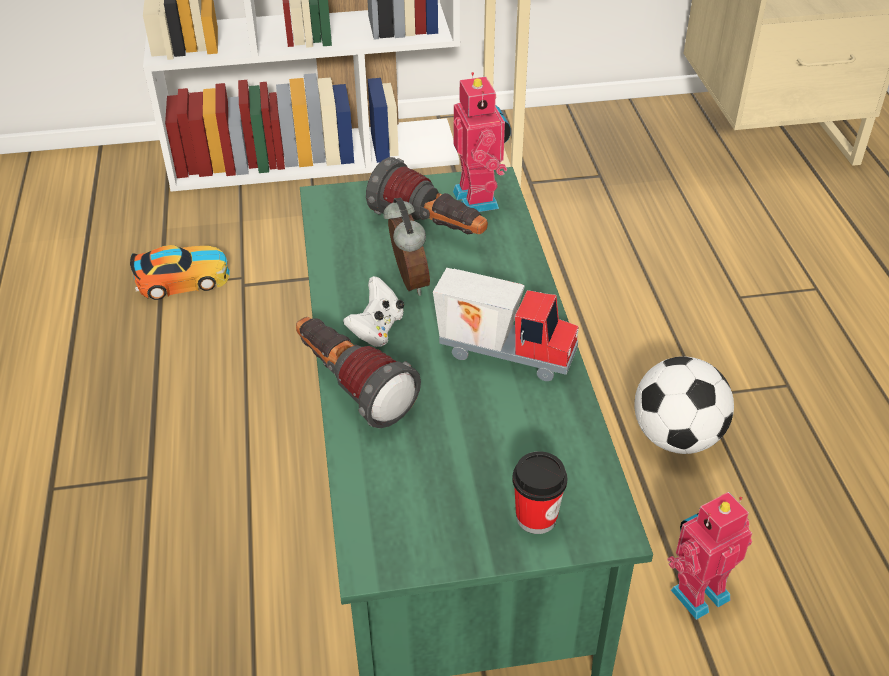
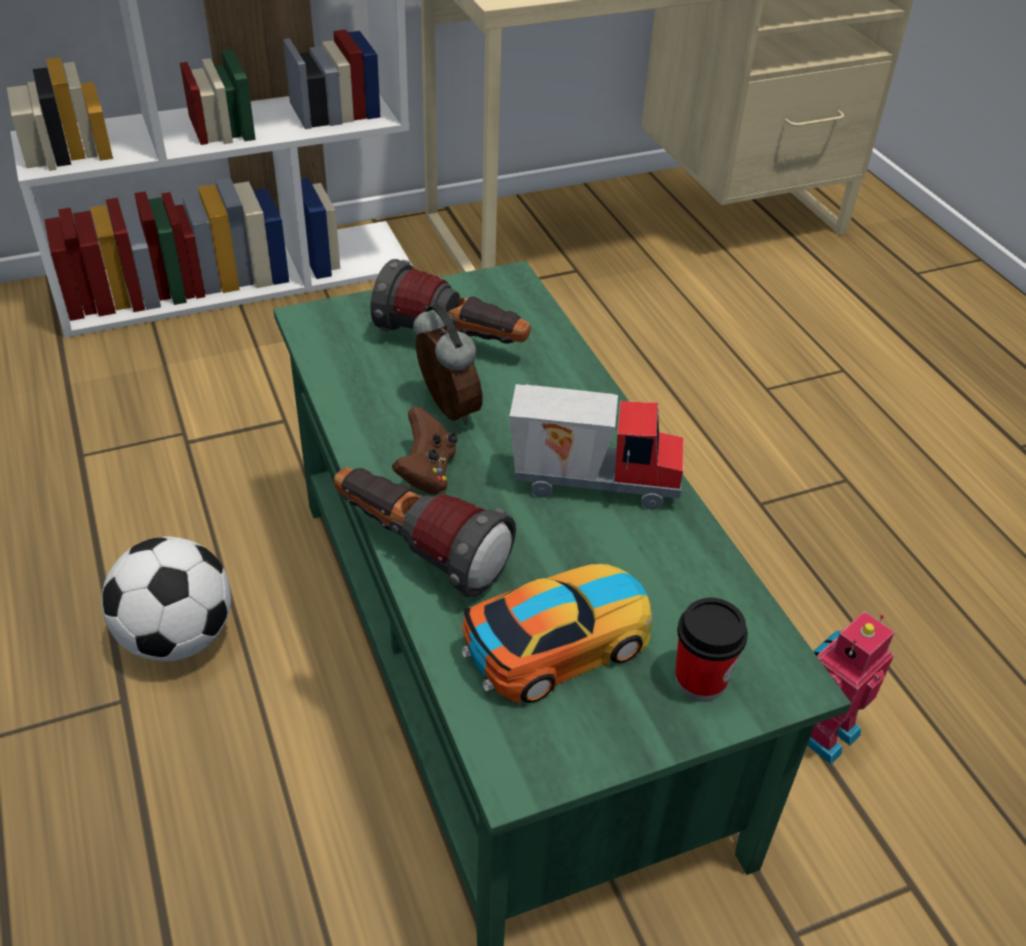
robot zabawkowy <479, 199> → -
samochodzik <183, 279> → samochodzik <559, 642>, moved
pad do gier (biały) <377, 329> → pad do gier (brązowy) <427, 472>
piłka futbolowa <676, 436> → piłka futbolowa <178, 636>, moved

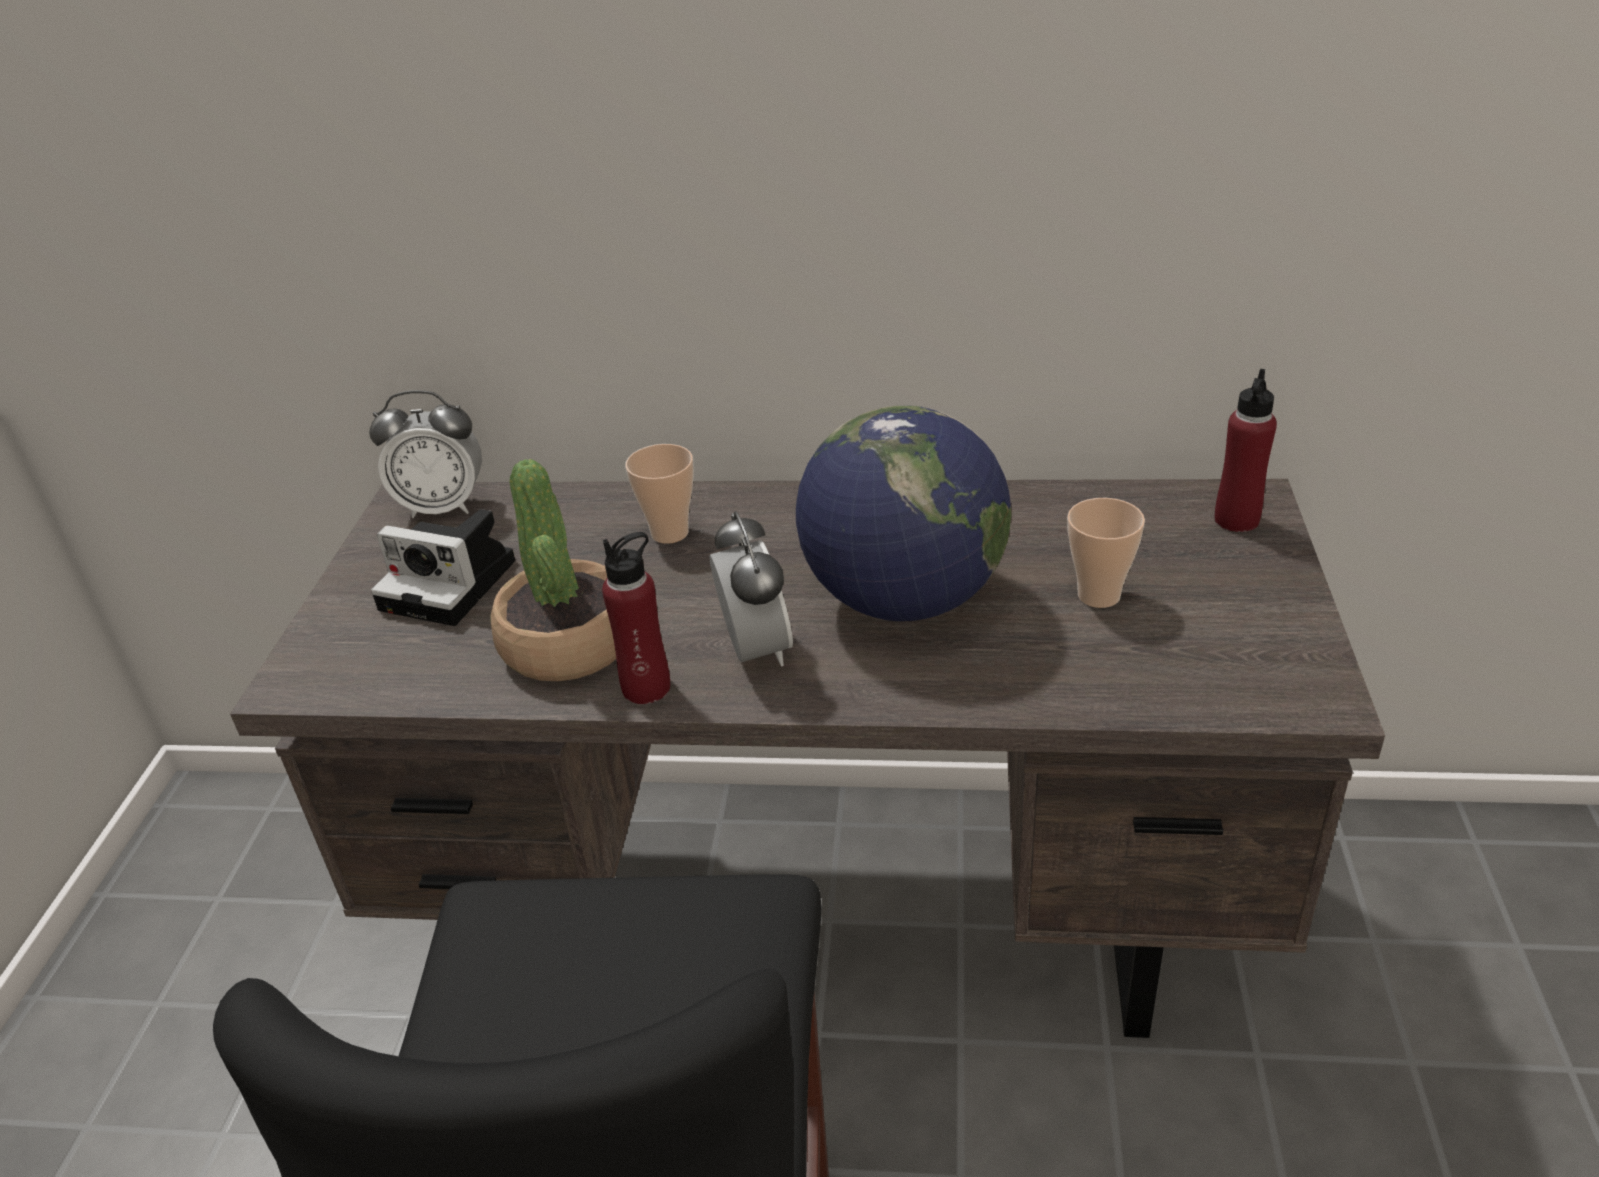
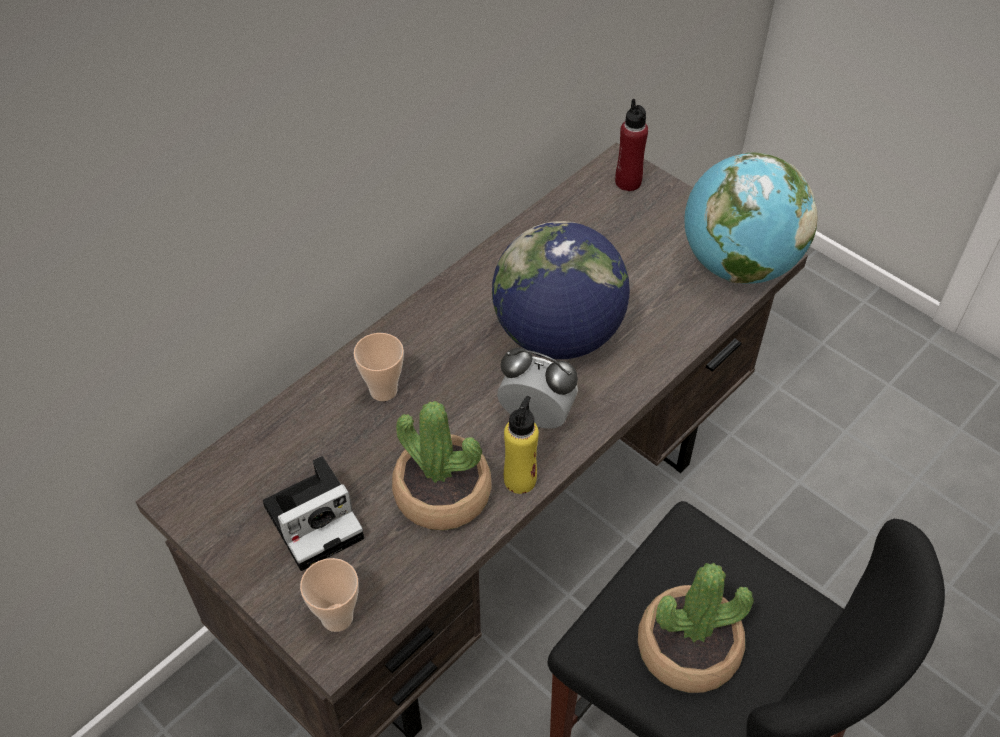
budzik <443, 507> → -
filiżanka <1099, 595> → filiżanka <337, 617>, moved
butelka (czerwony) <646, 688> → butelka (żółty) <520, 480>
- → globus <738, 265>
- → roślina doniczkowa <688, 648>

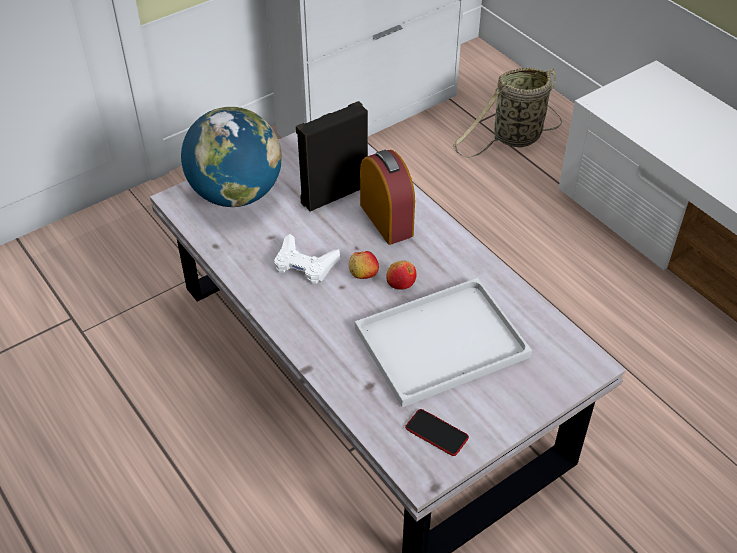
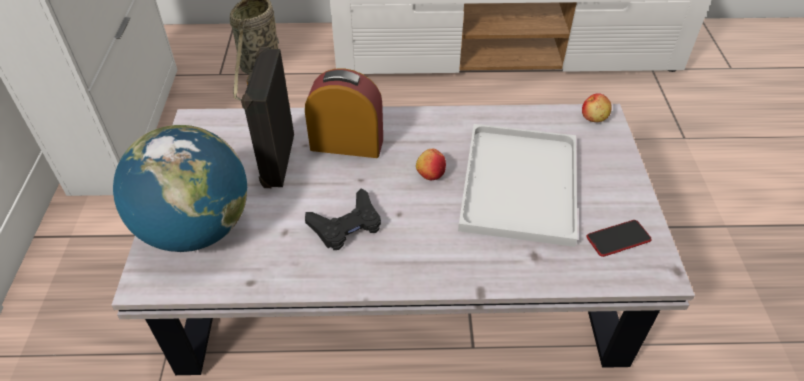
pad do gier (biały) <305, 264> → pad do gier (czarny) <346, 225>
jabłko <363, 274> → jabłko <594, 117>, moved

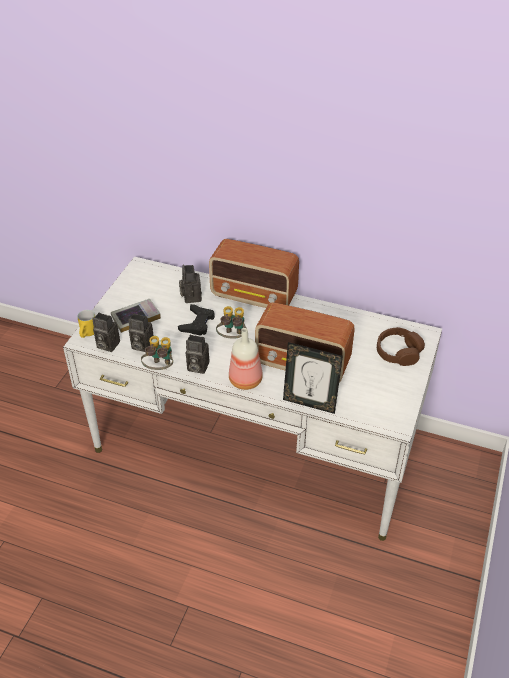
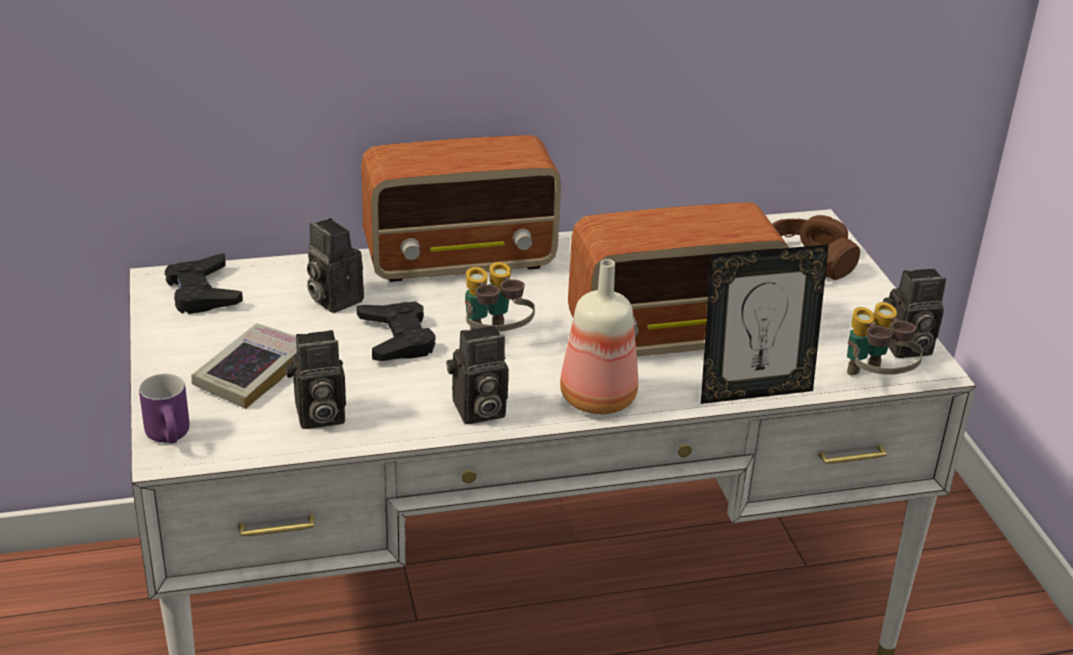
kubek (żółty) <89, 334> → kubek (fioletowy) <172, 437>
aparat fotograficzny <106, 345> → aparat fotograficzny <905, 348>, moved
lornetka <160, 368> → lornetka <874, 381>, moved
- → pad do gier (czarny) <202, 292>

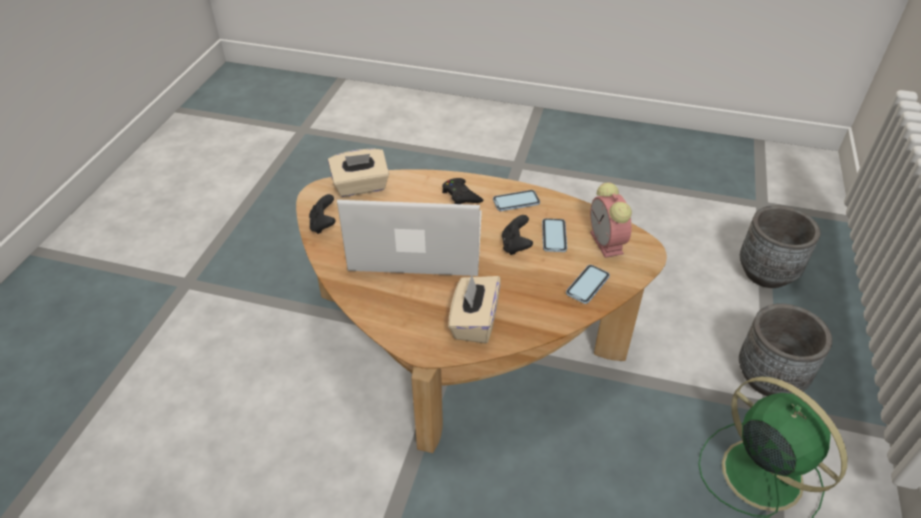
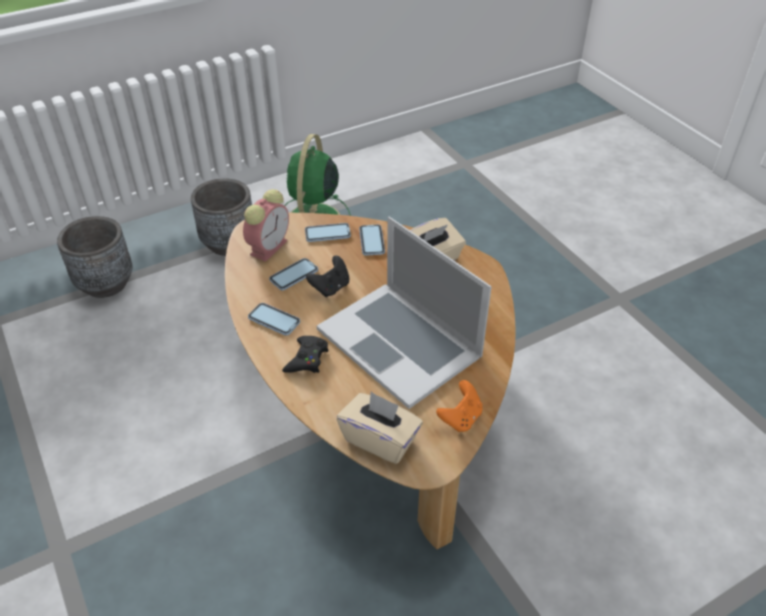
pad do gier (czarny) <323, 225> → pad do gier (pomarańczowy) <460, 418>
- → telefon <372, 241>

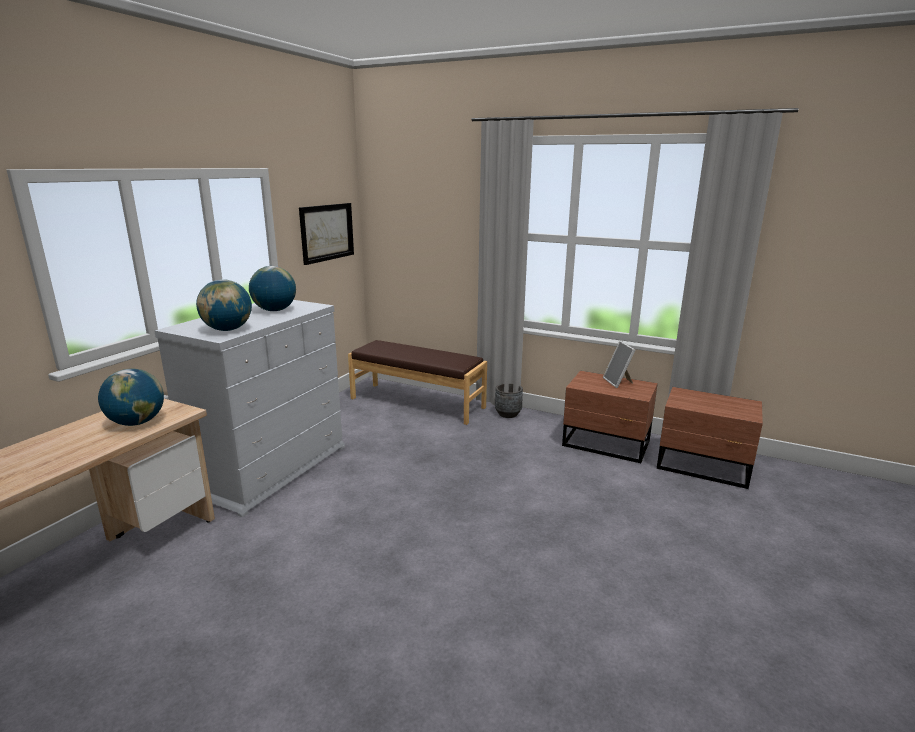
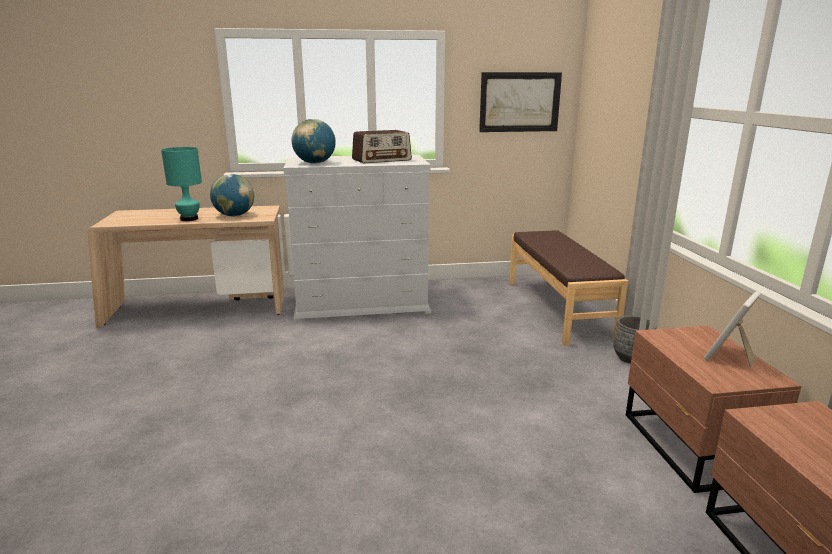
globus <274, 310> → radio <382, 160>
- → lampa stołowa (turkusowy) <189, 219>

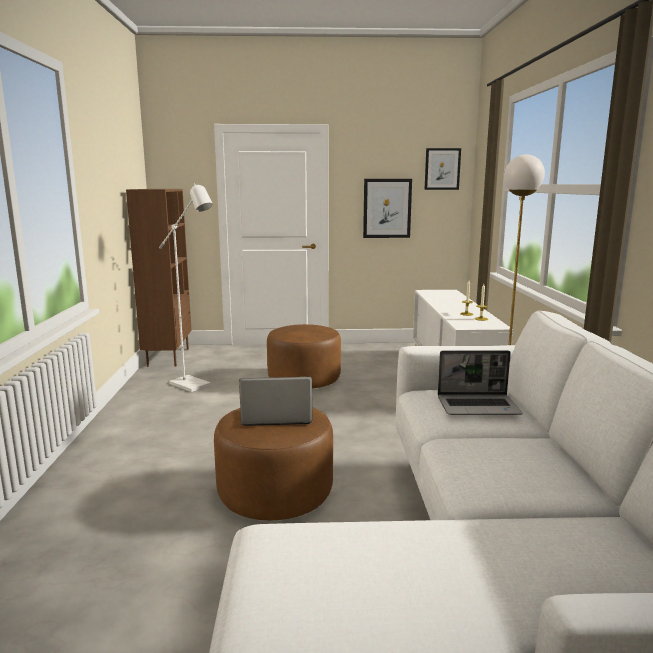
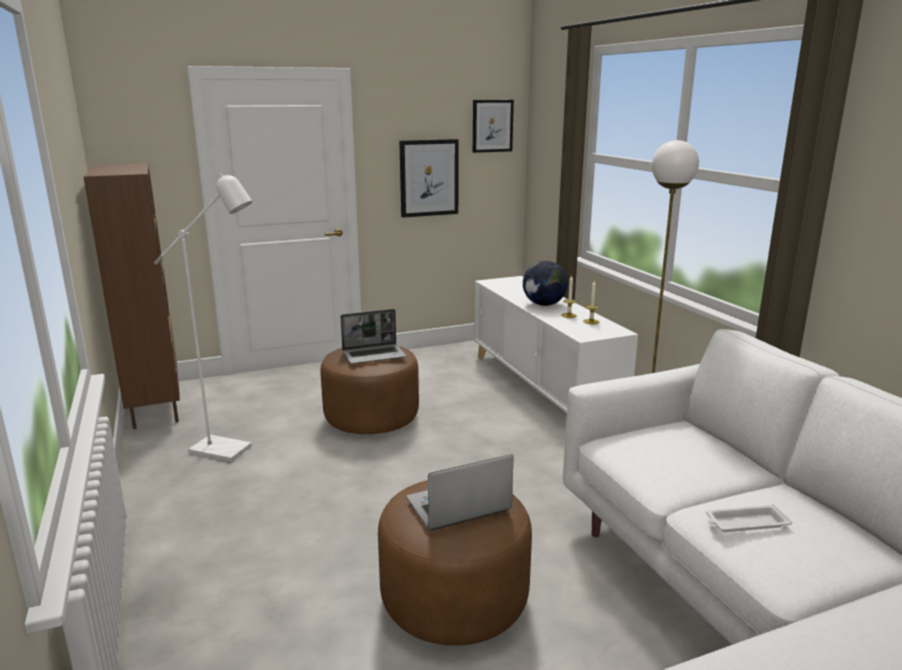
laptop <478, 406> → laptop <374, 355>, moved
- → globus <544, 304>
- → taca (biały) <745, 523>

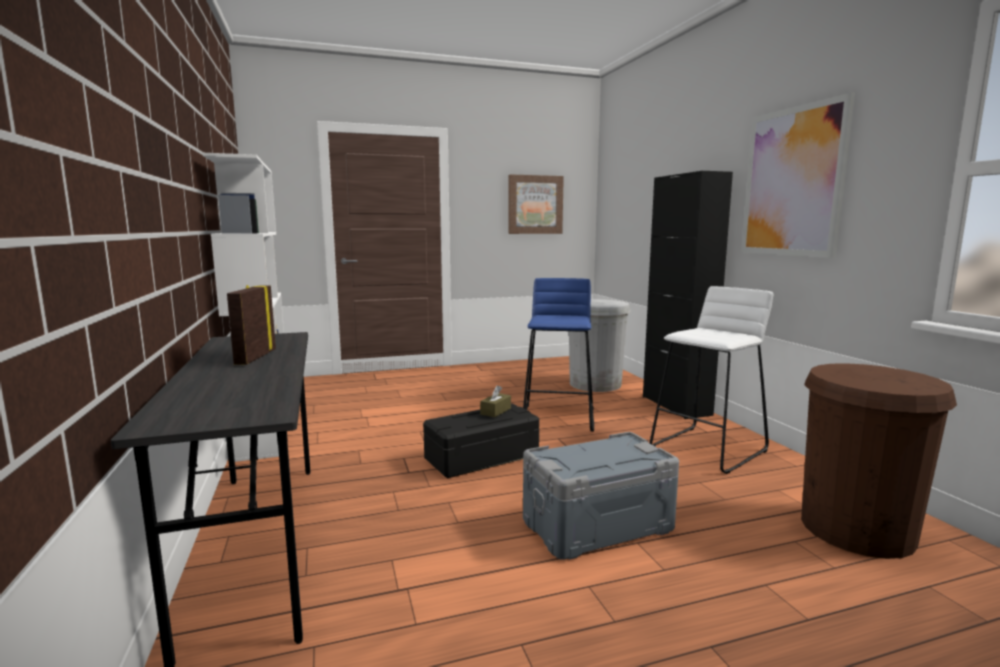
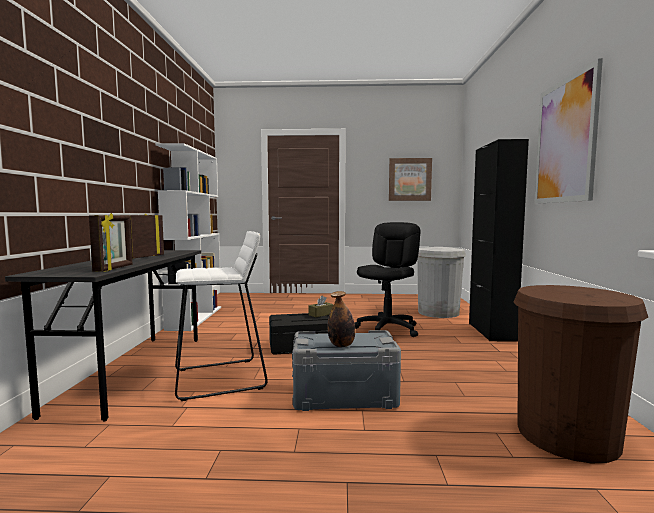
stołek (niebieski) <558, 417> → krzesło biurowe (czarny) <387, 329>
stołek (biały) <709, 449> → stołek (biały) <220, 379>, moved
- → ramka na zdjęcie <114, 268>
- → butelka <341, 345>

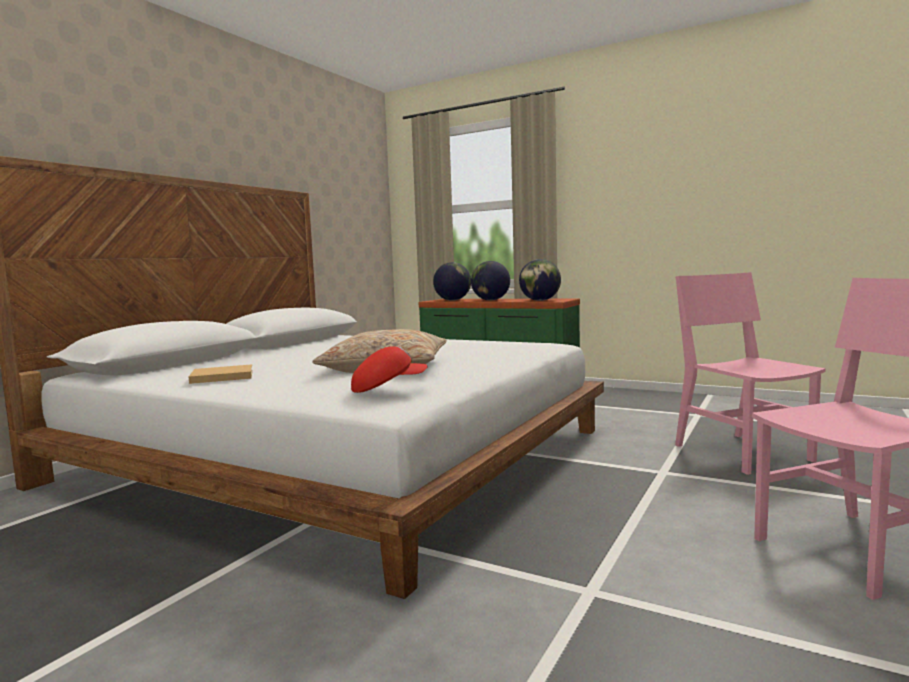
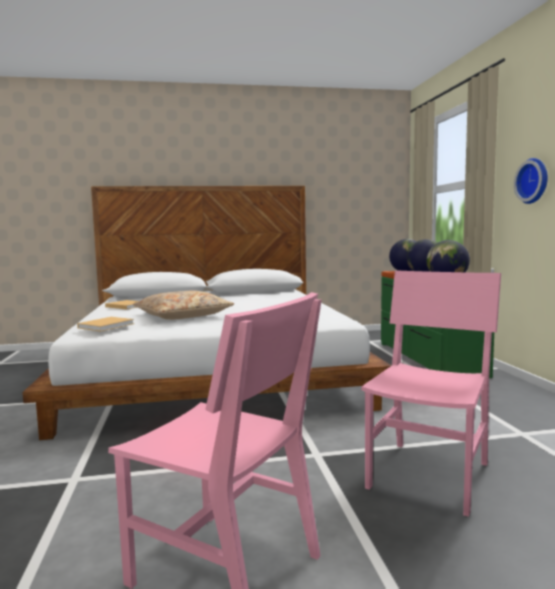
czapka z daszkiem (czerwony) <388, 388> → książka (beżowy) <107, 325>
- → zegar ścienny <534, 181>

